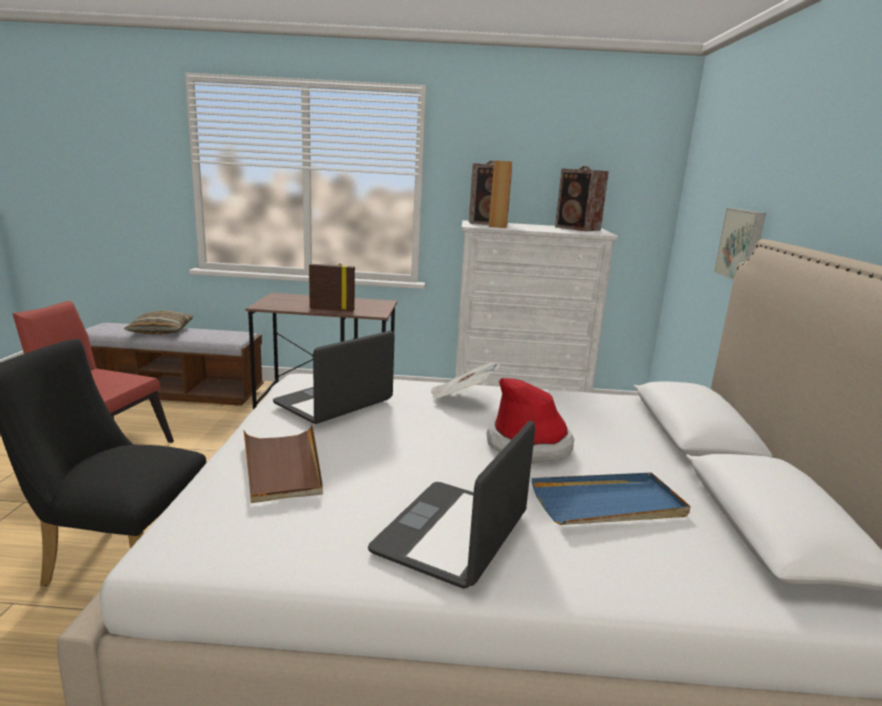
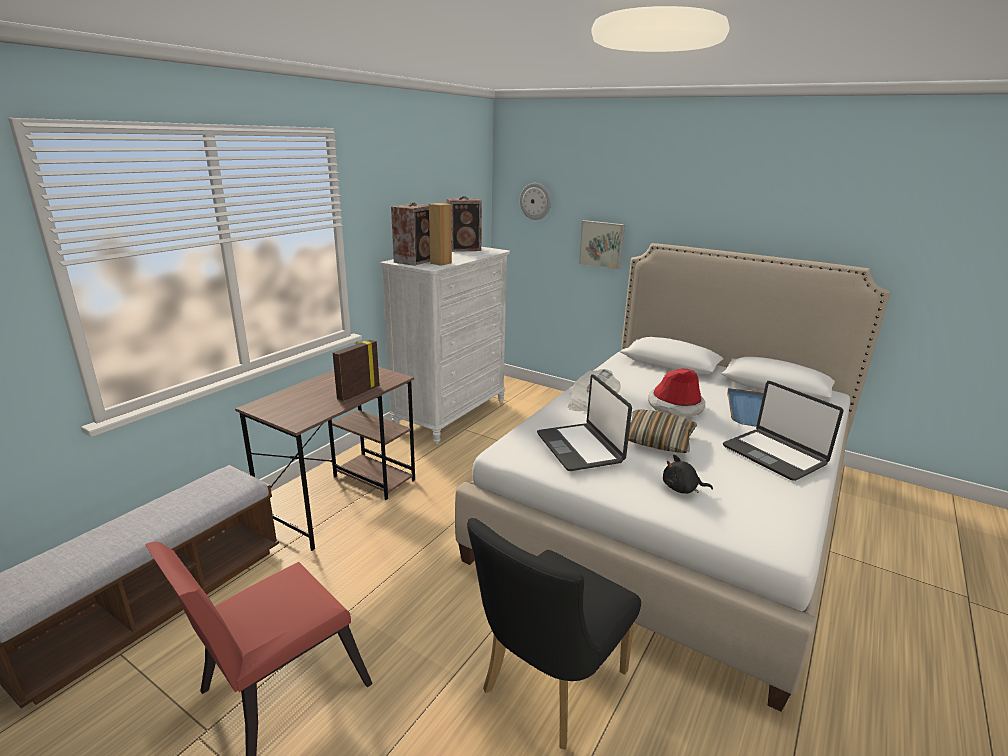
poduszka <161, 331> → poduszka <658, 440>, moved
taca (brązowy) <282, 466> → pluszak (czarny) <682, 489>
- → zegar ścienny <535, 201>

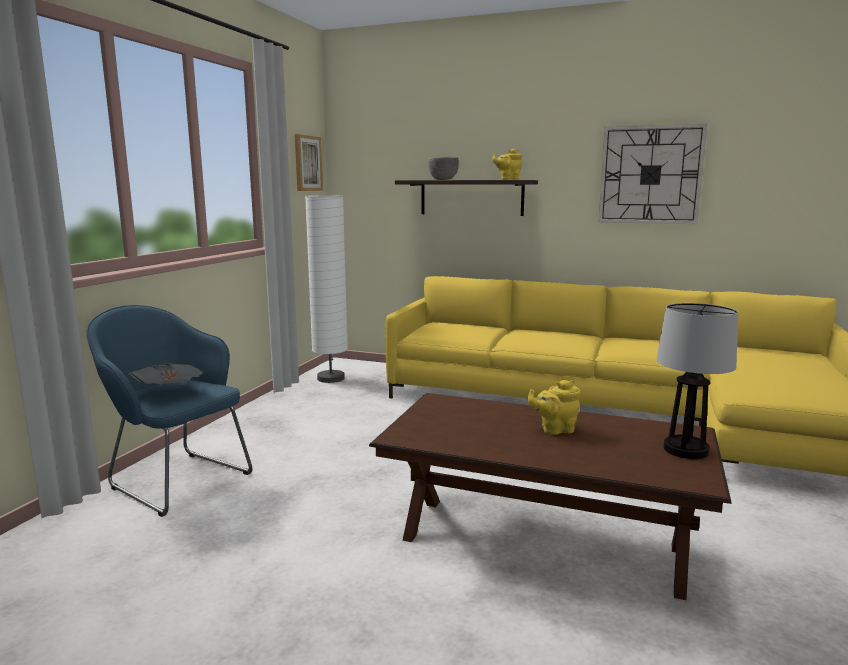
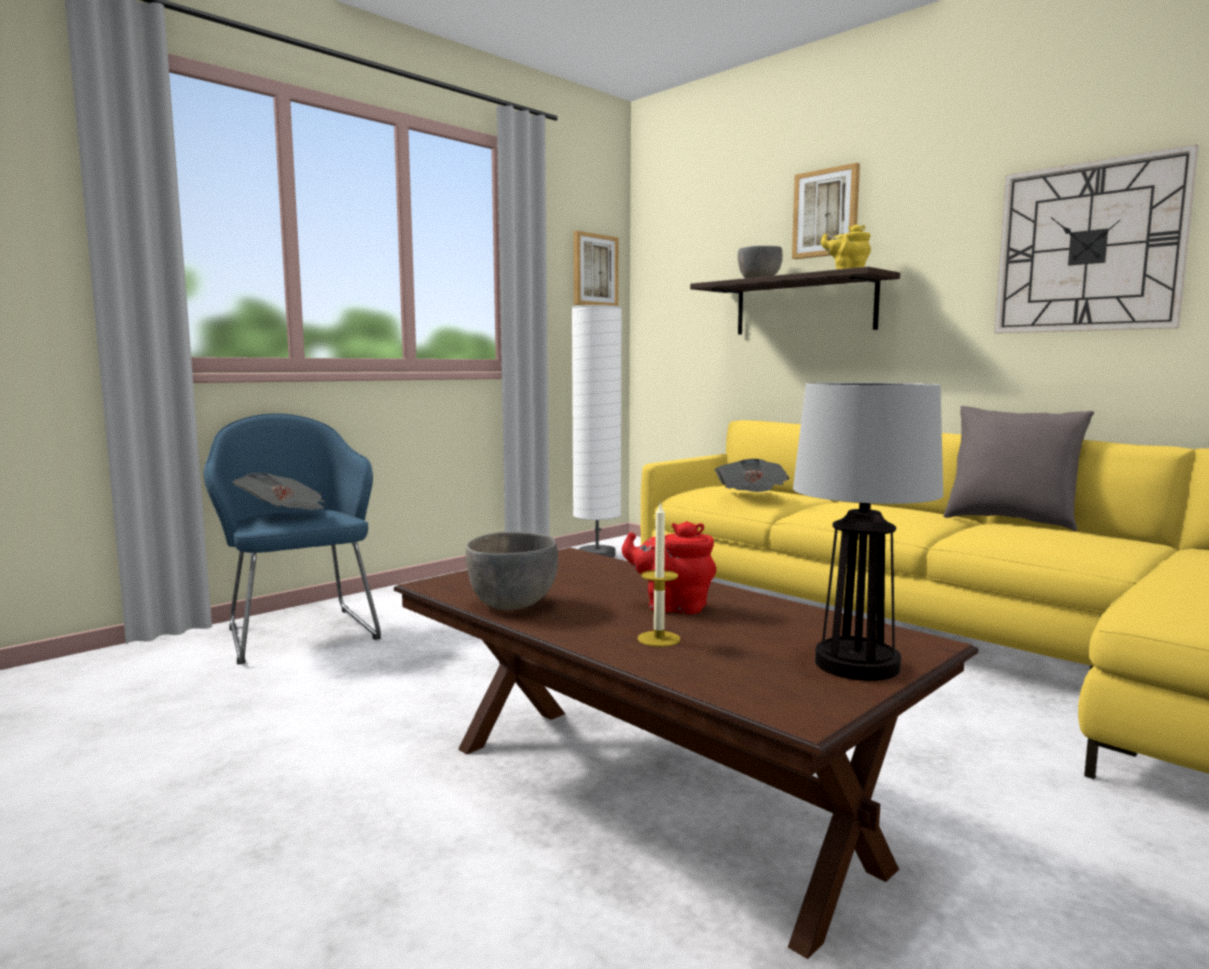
imbryk (żółty) <554, 429> → imbryk (czerwony) <672, 607>
- → obraz <826, 213>
- → poduszka (szary) <1010, 521>
- → gazeta <751, 497>
- → świeca <658, 639>
- → miska (szary) <513, 604>

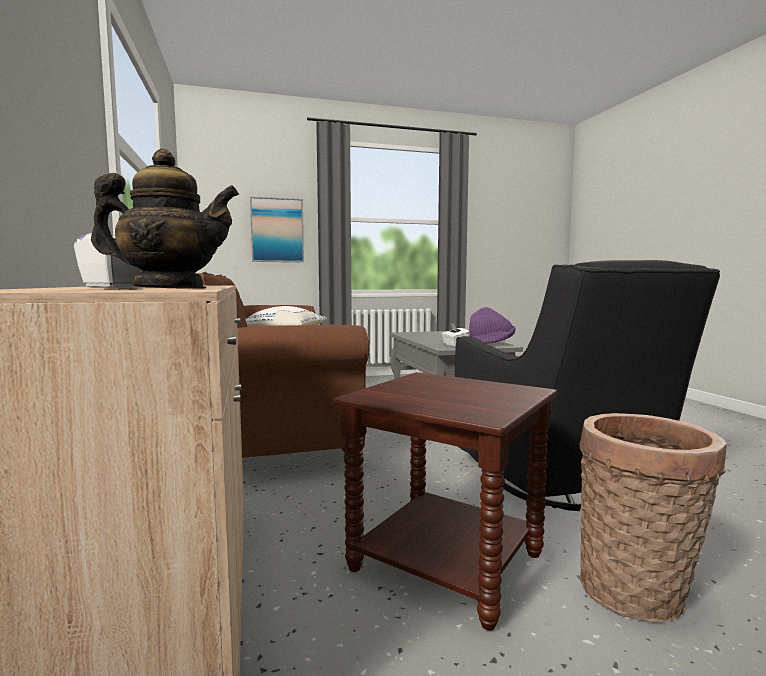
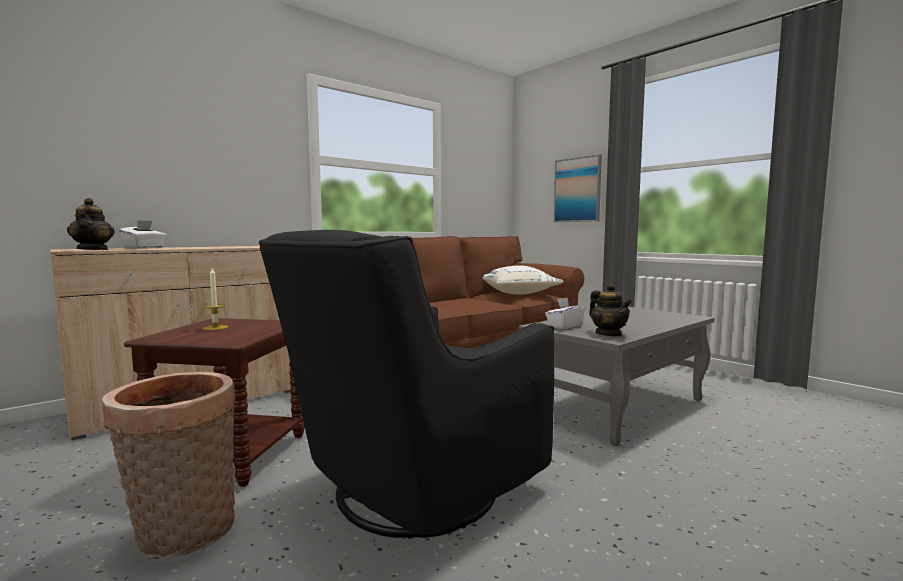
kapelusz (fioletowy) <491, 344> → imbryk <608, 334>
- → świeca <215, 328>

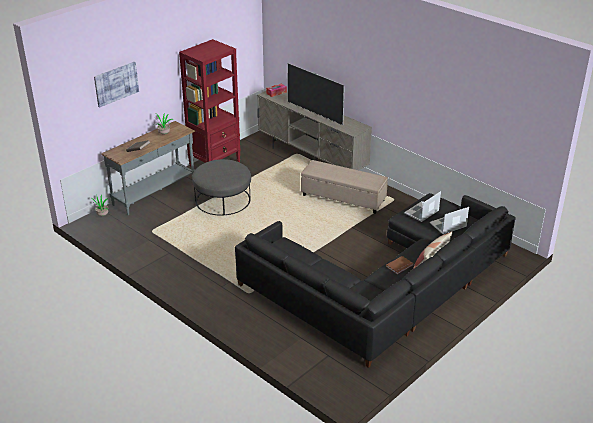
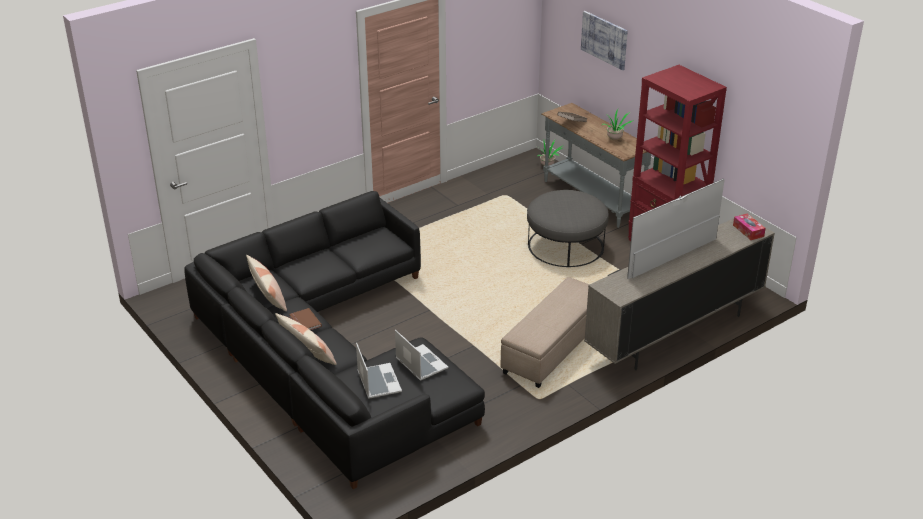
- → poduszka <267, 295>

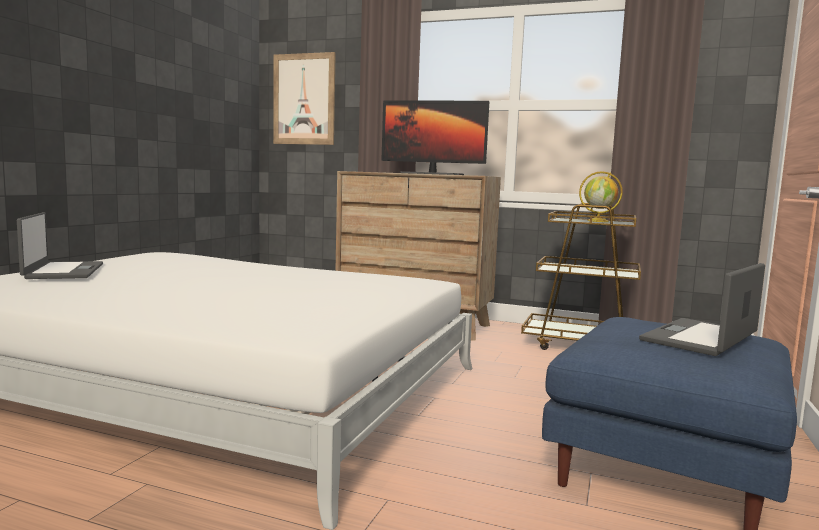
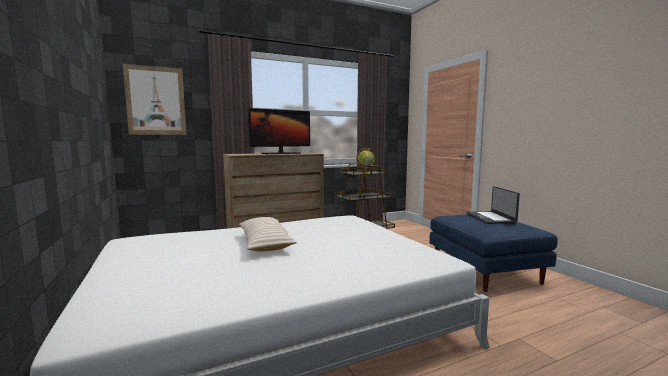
laptop <63, 271> → -
- → poduszka (beżowy) <265, 243>

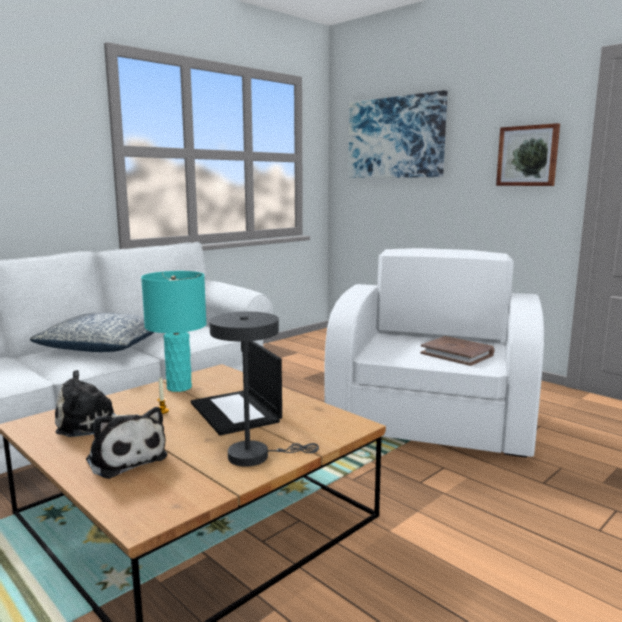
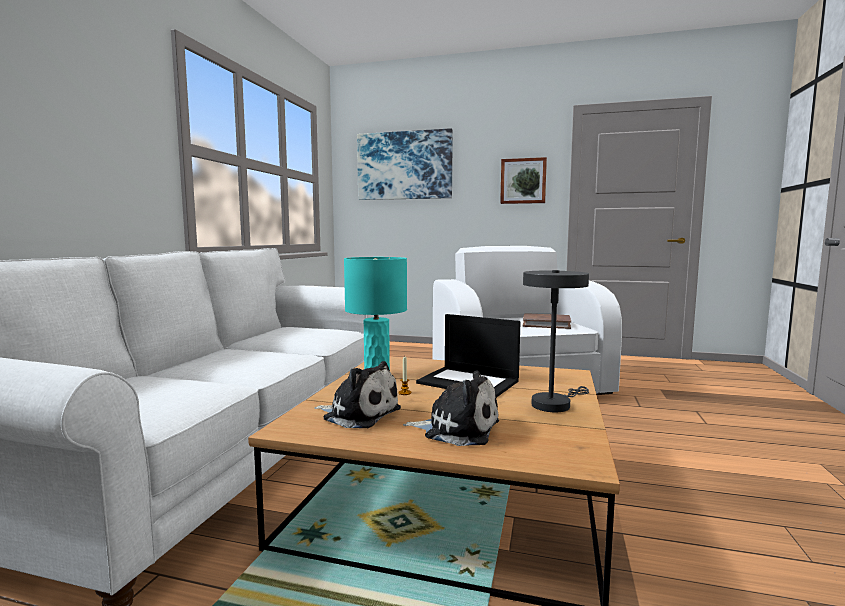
poduszka <105, 347> → -
pluszak <91, 424> → pluszak <359, 414>, 105 degrees counterclockwise

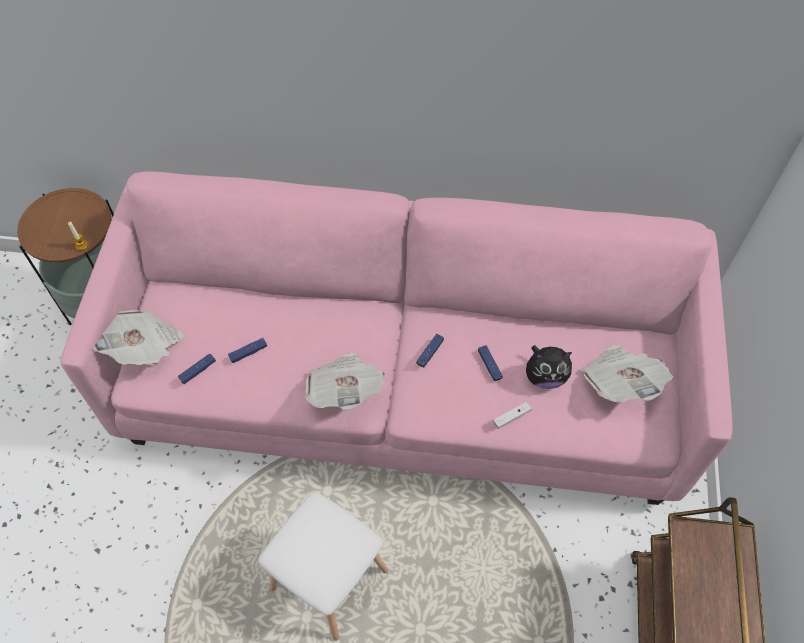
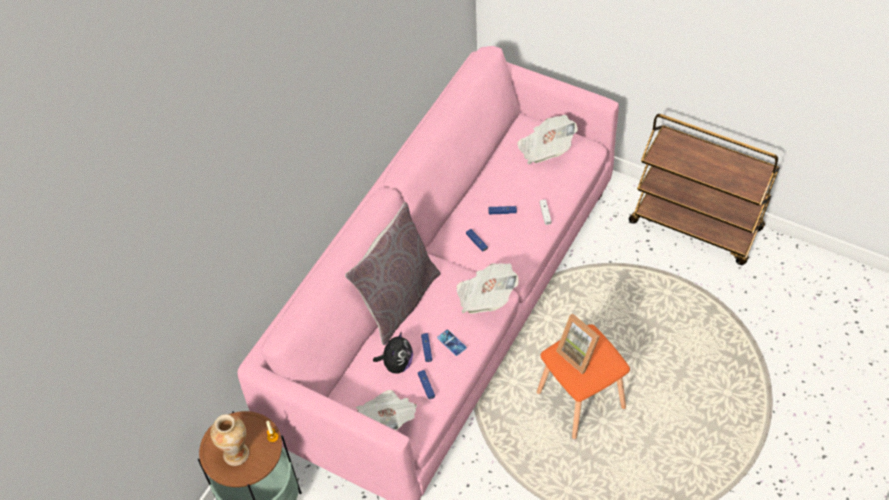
pluszak <545, 377> → pluszak <397, 364>, moved
stołek (biały) <329, 581> → stołek (pomarańczowy) <582, 400>
- → poduszka (szary) <398, 301>
- → ramka na zdjęcie <579, 353>
- → telefon <451, 343>
- → wazon <236, 454>

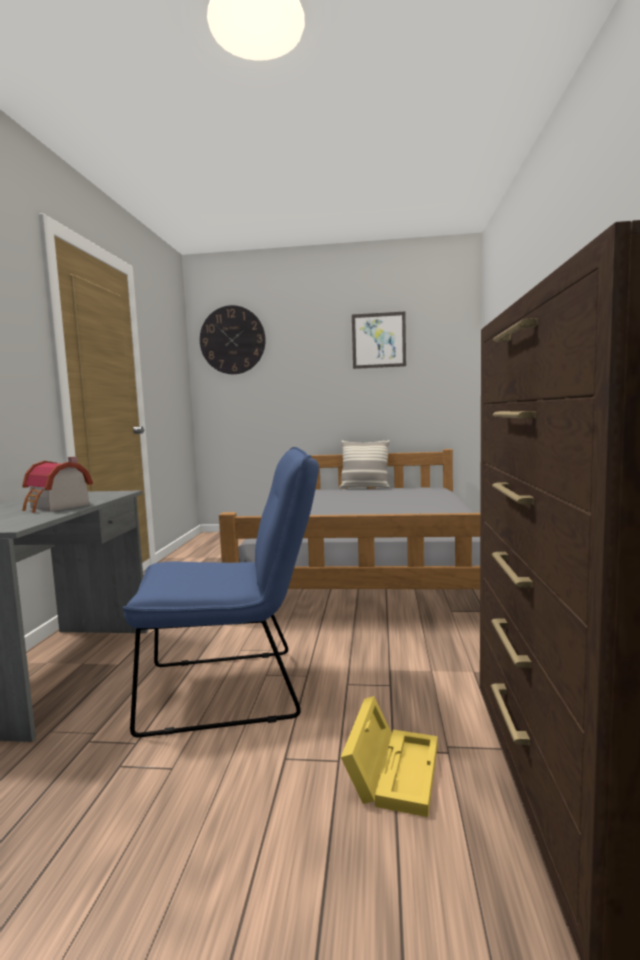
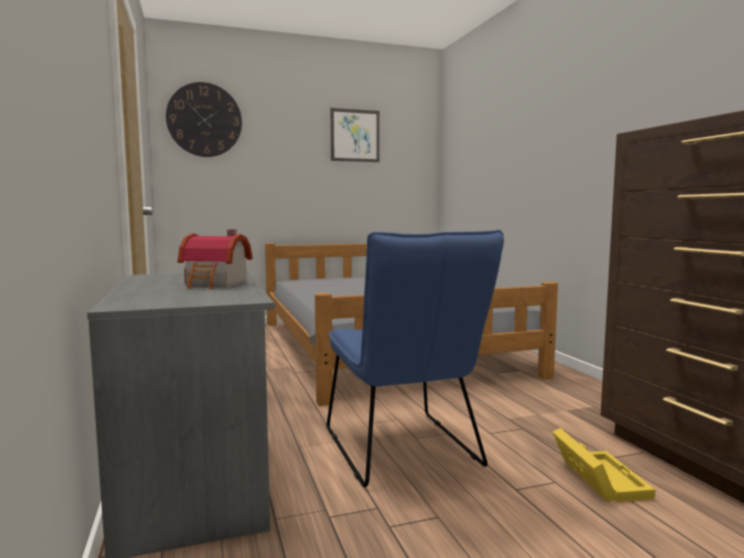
poduszka <364, 488> → -
krzesło (niebieski) <234, 689> → krzesło (niebieski) <405, 452>, 105 degrees clockwise

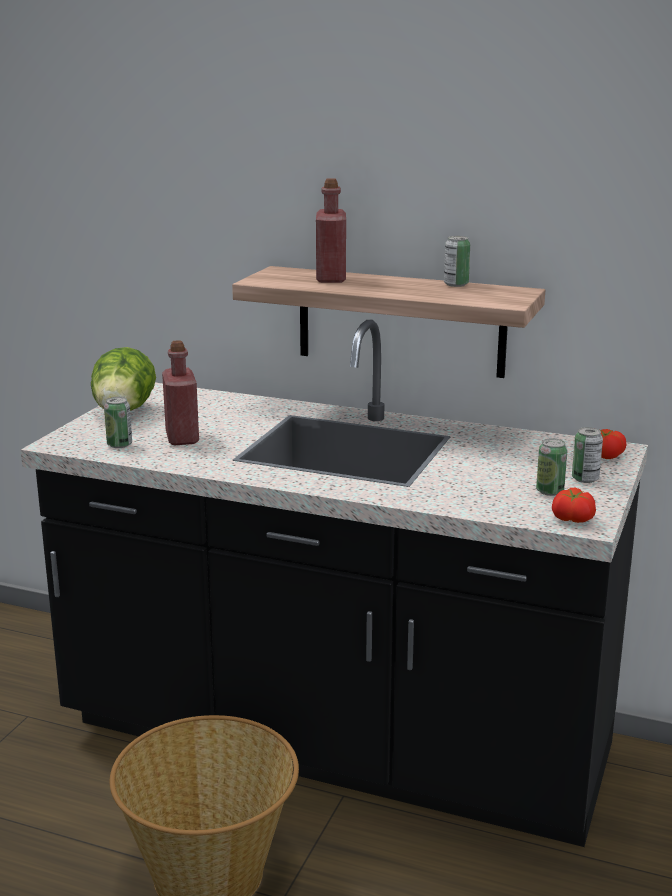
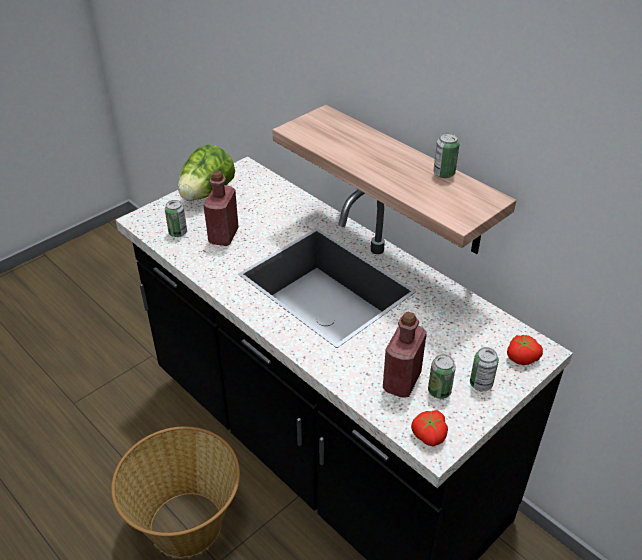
butelka (czerwony) <331, 278> → butelka (czerwony) <401, 381>, moved

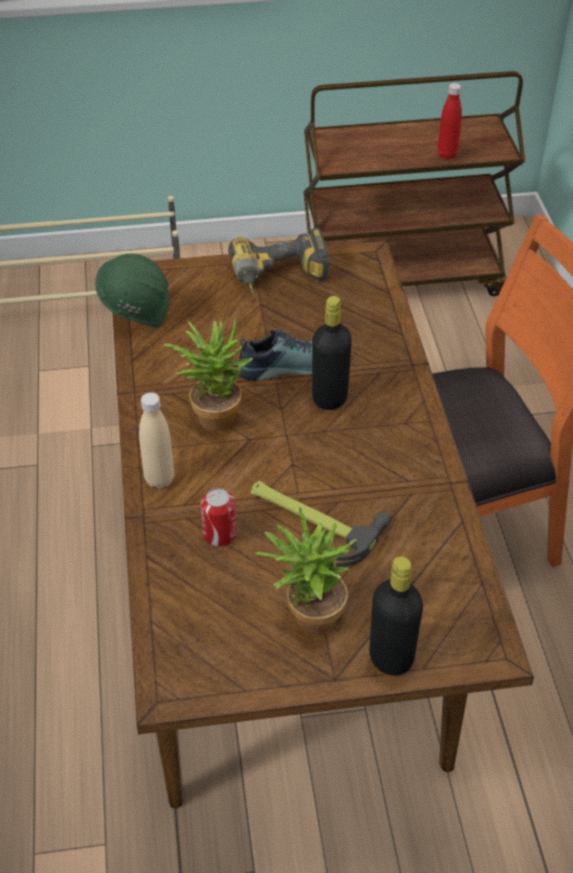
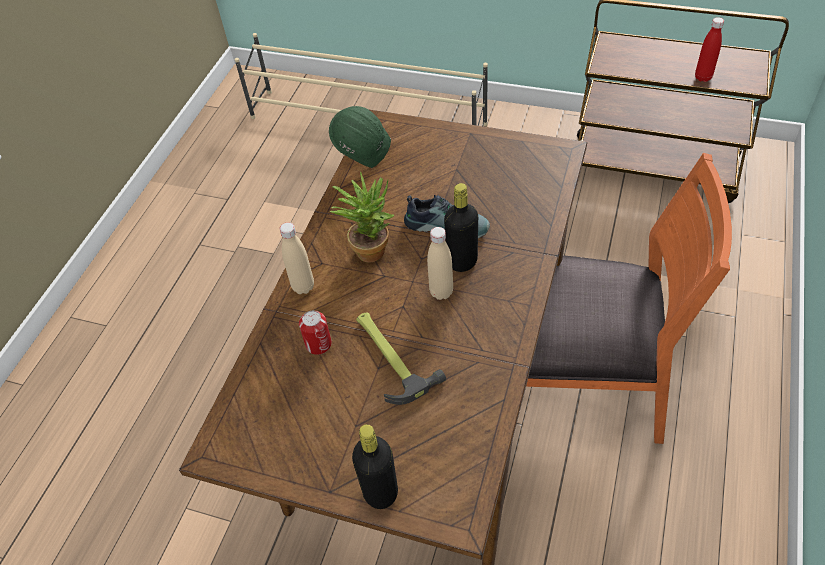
wiertarka <280, 279> → -
roślina doniczkowa <306, 616> → -
- → butelka (beżowy) <441, 292>

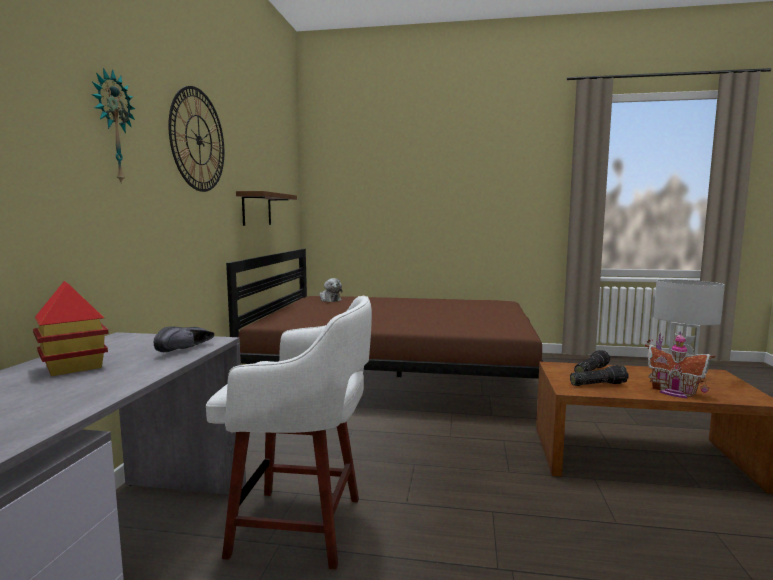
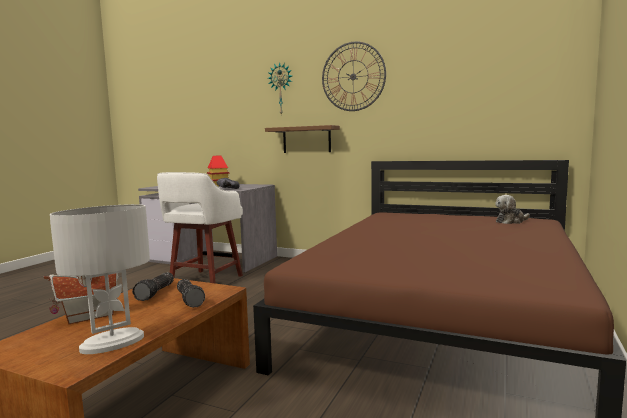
półka (brązowy) <256, 209> → półka (brązowy) <306, 139>, moved

